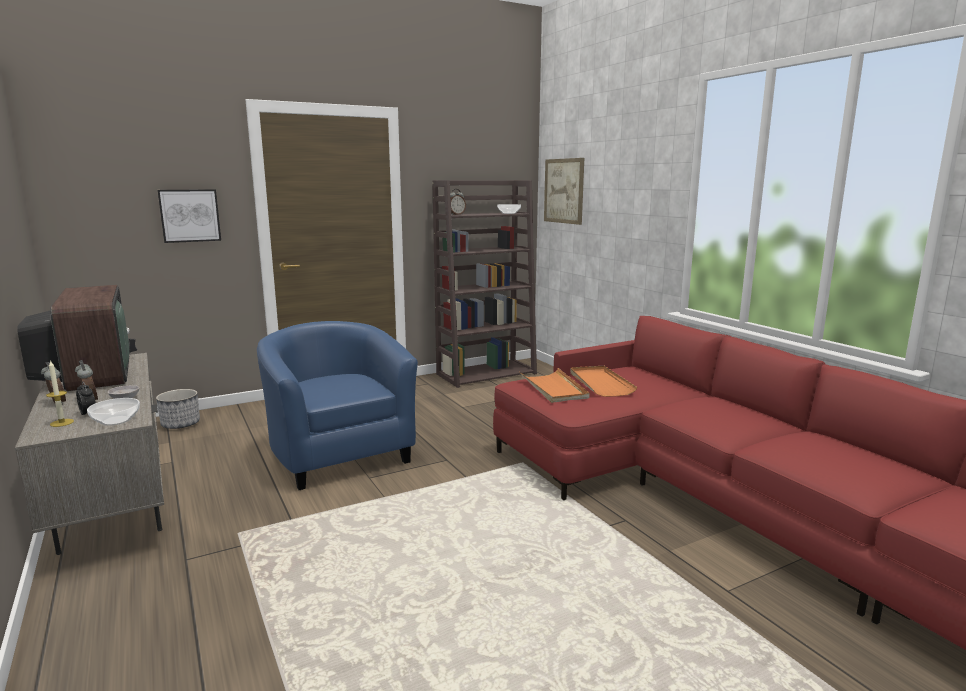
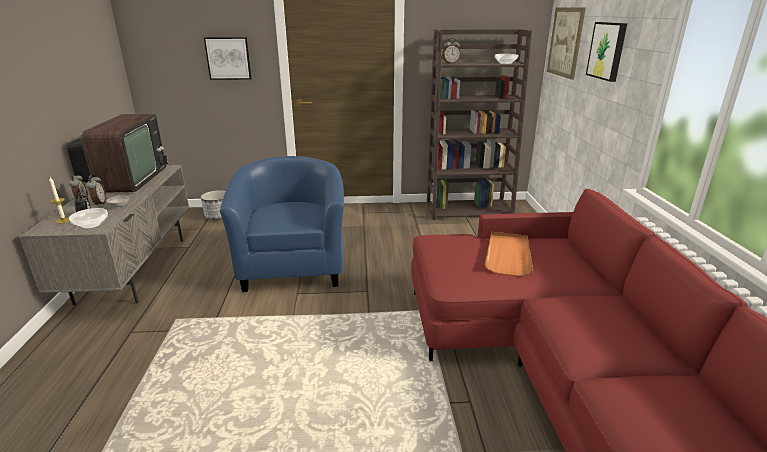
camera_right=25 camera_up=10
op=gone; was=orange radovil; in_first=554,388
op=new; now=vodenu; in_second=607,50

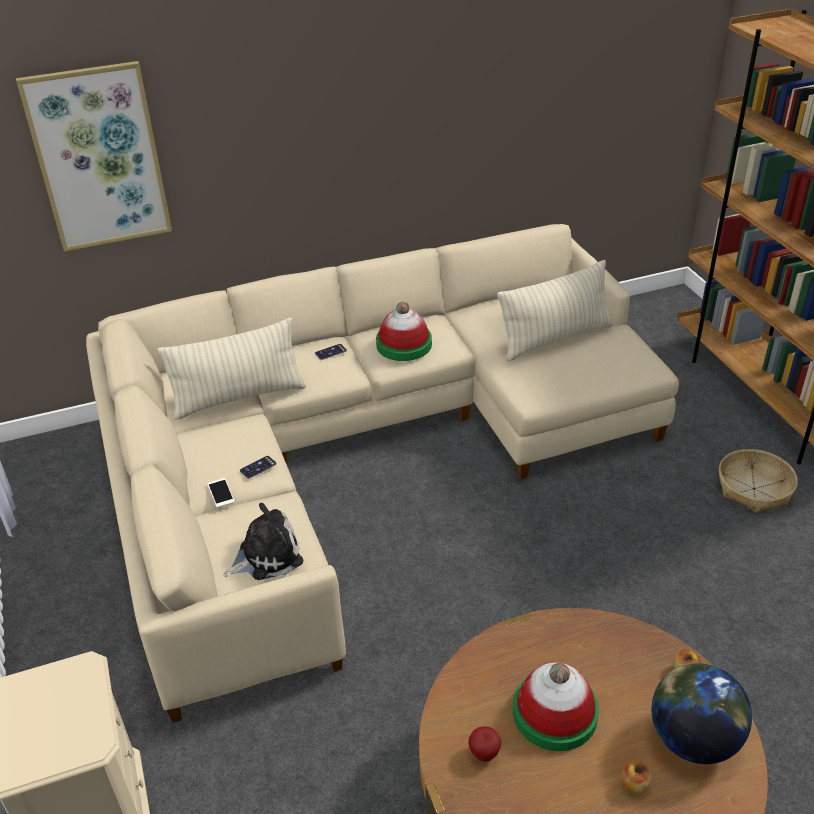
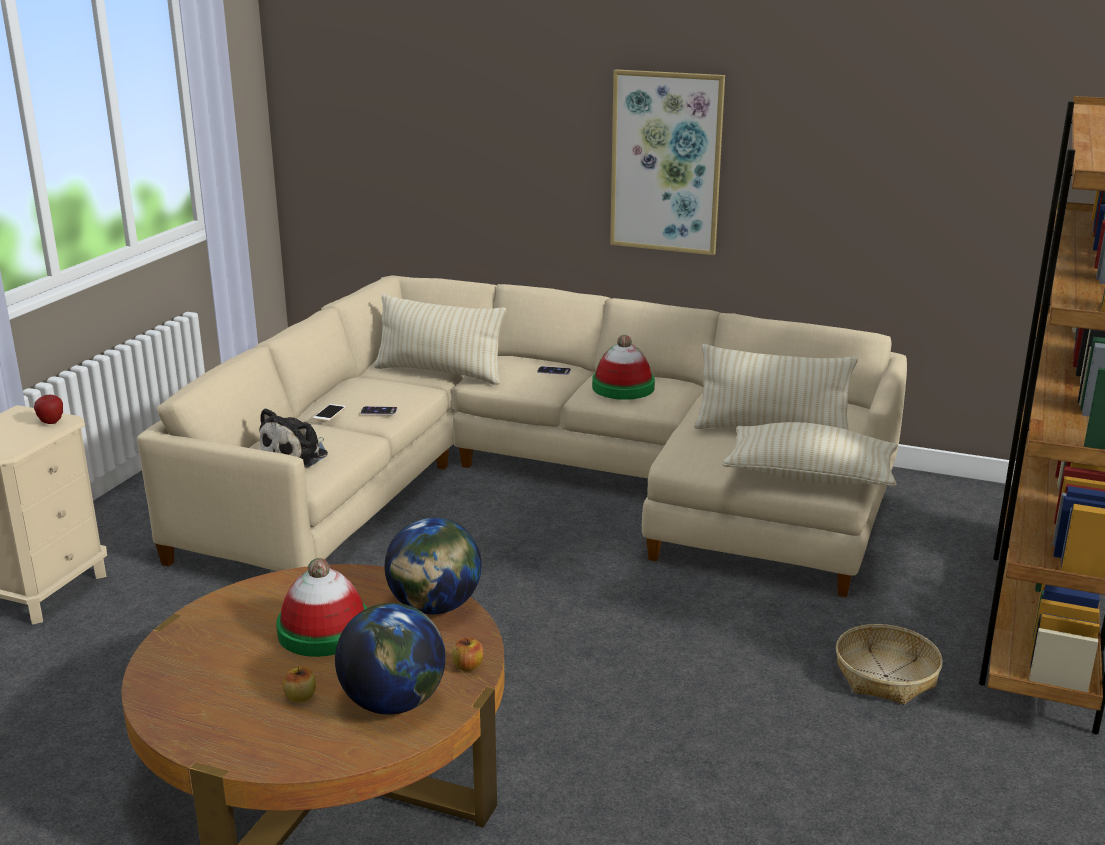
camera_right=40 camera_up=-15
op=shifted; was=vodenu; in_first=99,158; in_second=666,162
op=rotated; was=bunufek; in_first=266,555; in_second=297,455; clockwise=105
op=shifted; was=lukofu; in_first=484,754; in_second=51,422
op=new; now=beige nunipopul; in_second=809,477
op=new; now=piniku; in_second=435,607

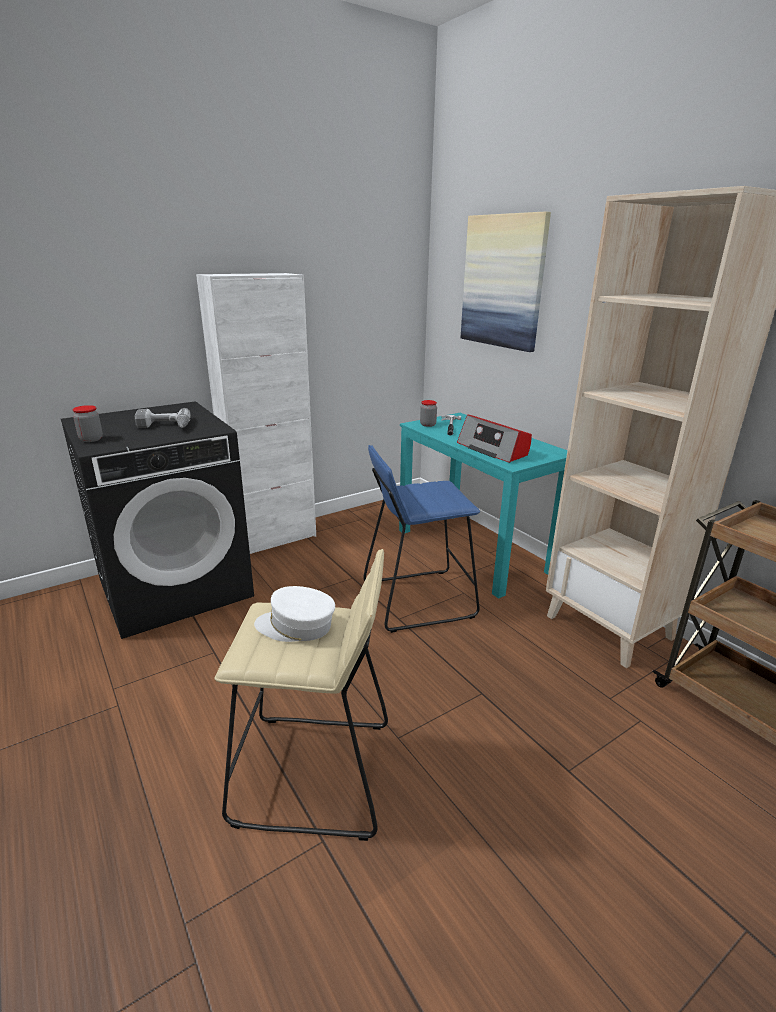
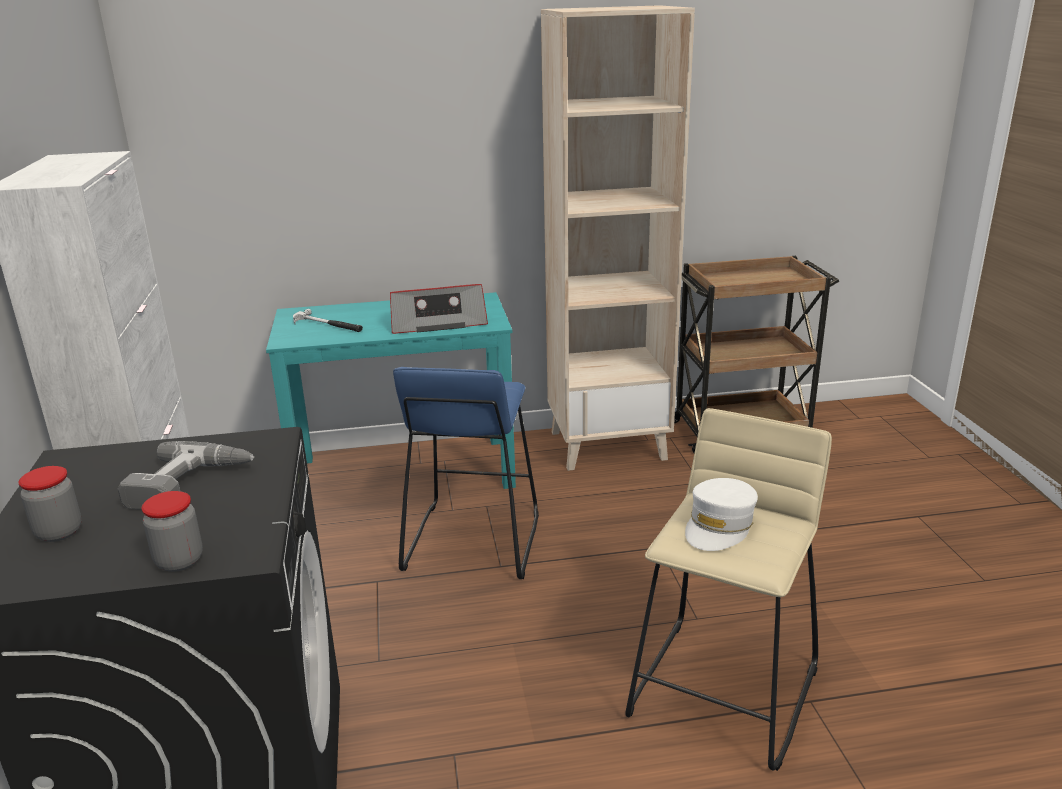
camera_right=-65 camera_up=0
op=gone; was=vodenu; in_first=503,282
op=shifted; was=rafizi; in_first=428,425; in_second=59,532

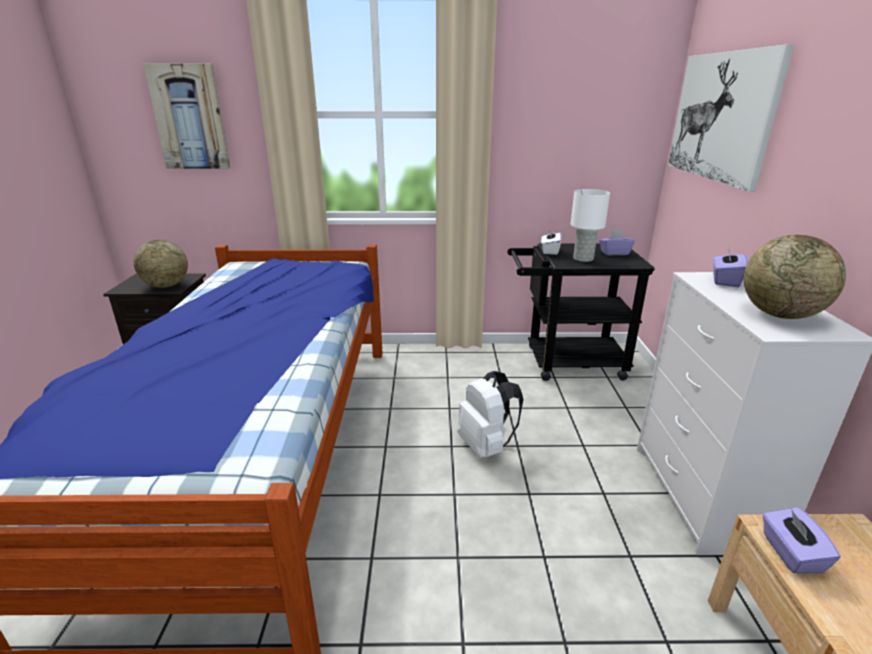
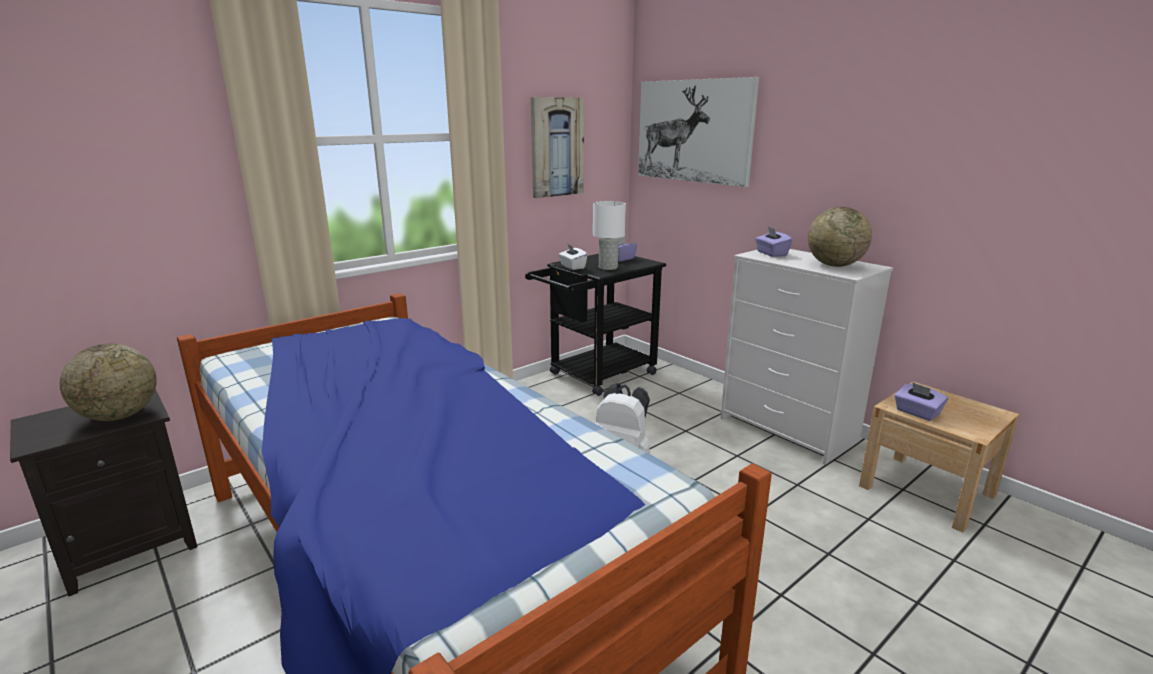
camera_right=-40 camera_up=-5
op=shifted; was=vodenu; in_first=190,118; in_second=556,147

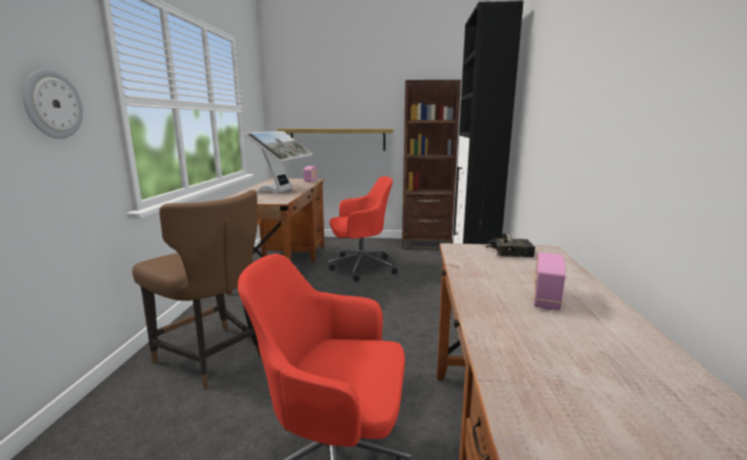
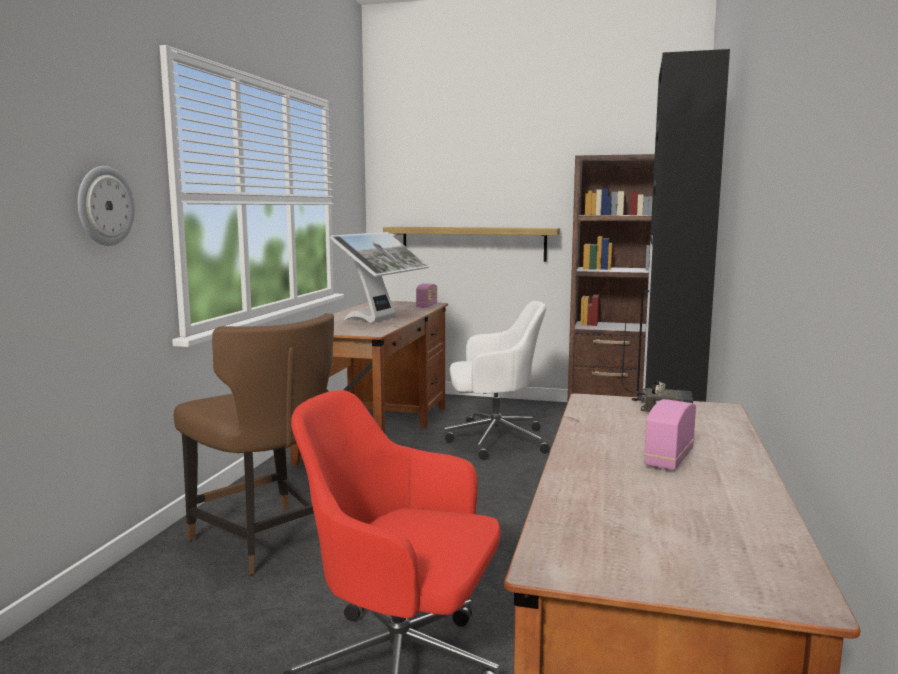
camera_right=10 camera_up=-5
op=repainted; was=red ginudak; now=white ginudak; in_first=360,267; in_second=494,440

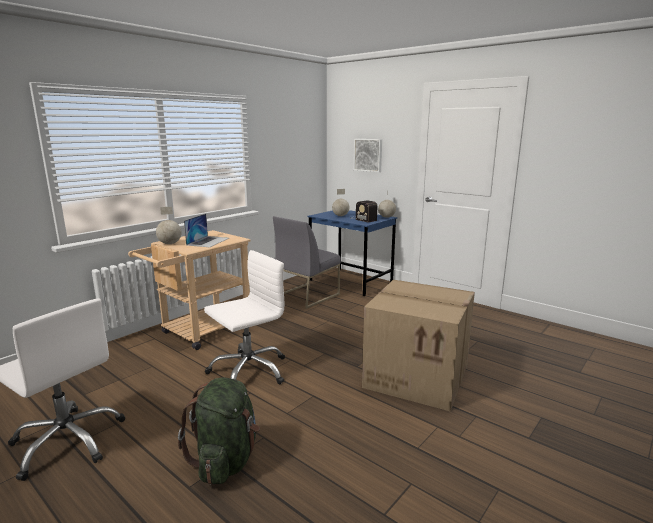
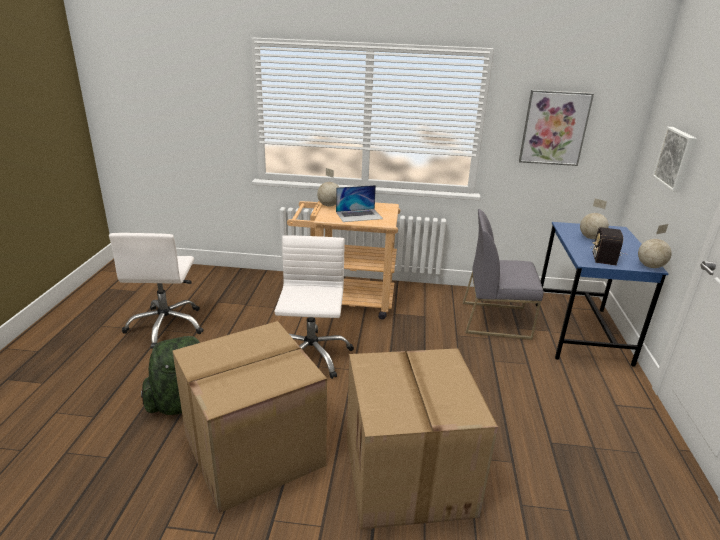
camera_right=55 camera_up=10
op=rotated; was=white ginudak; in_first=248,371; in_second=310,355; clockwise=-105
op=new; now=vodenu; in_second=554,128
op=new; now=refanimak; in_second=253,452

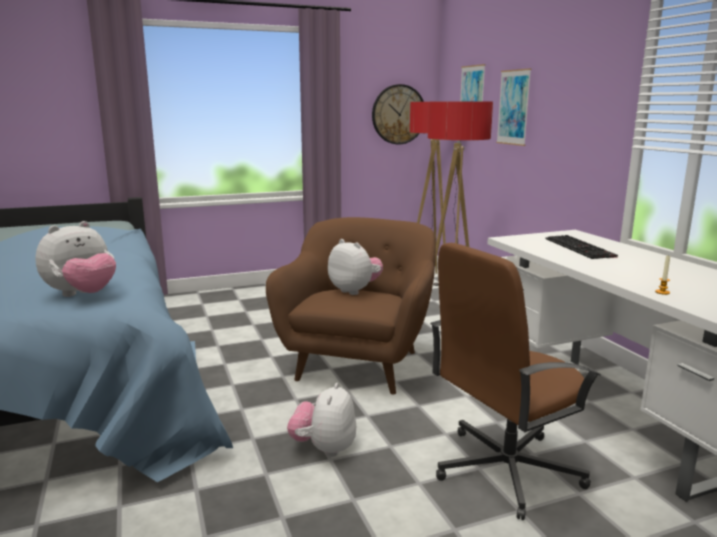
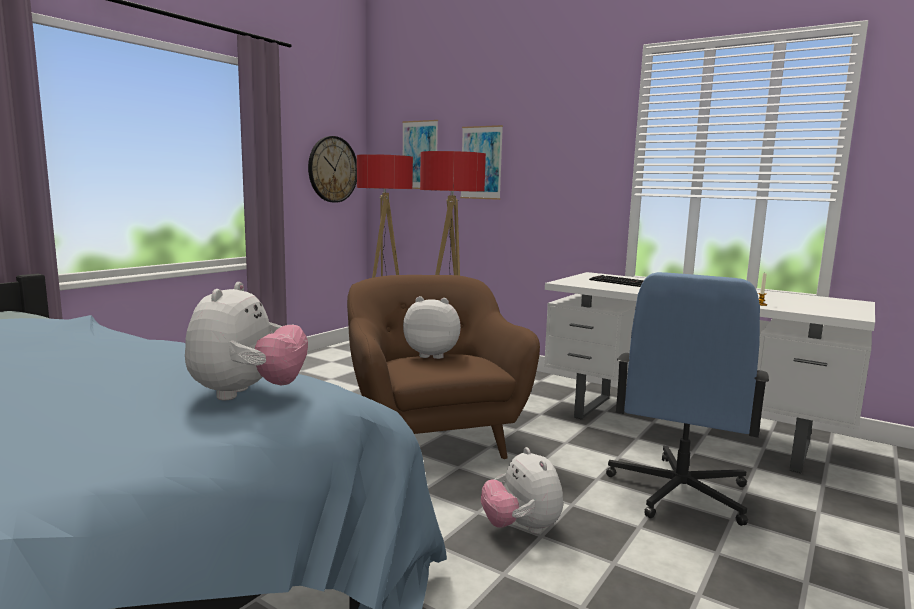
camera_right=-35 camera_up=-5
op=repainted; was=brown ginudak; now=blue ginudak; in_first=505,469; in_second=678,492

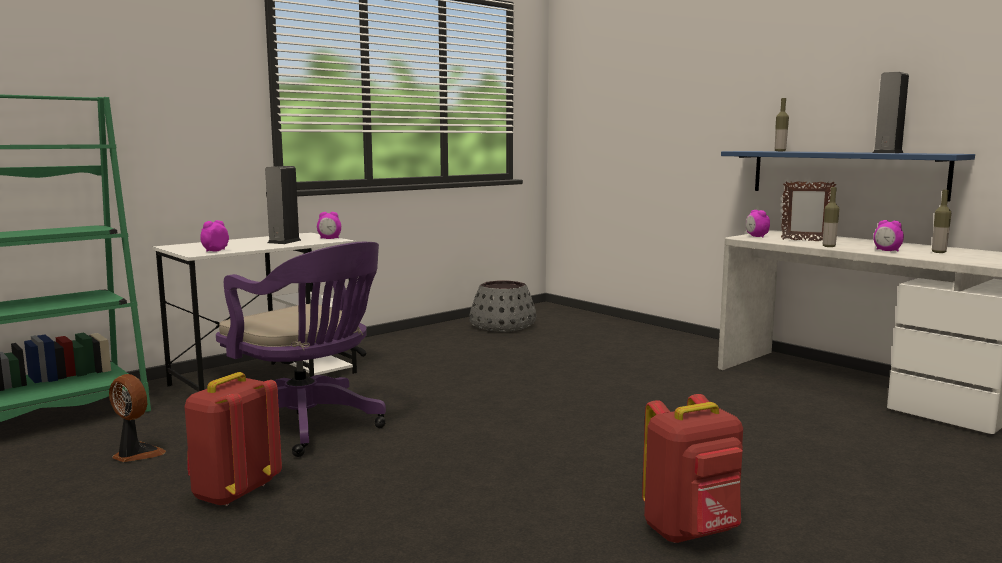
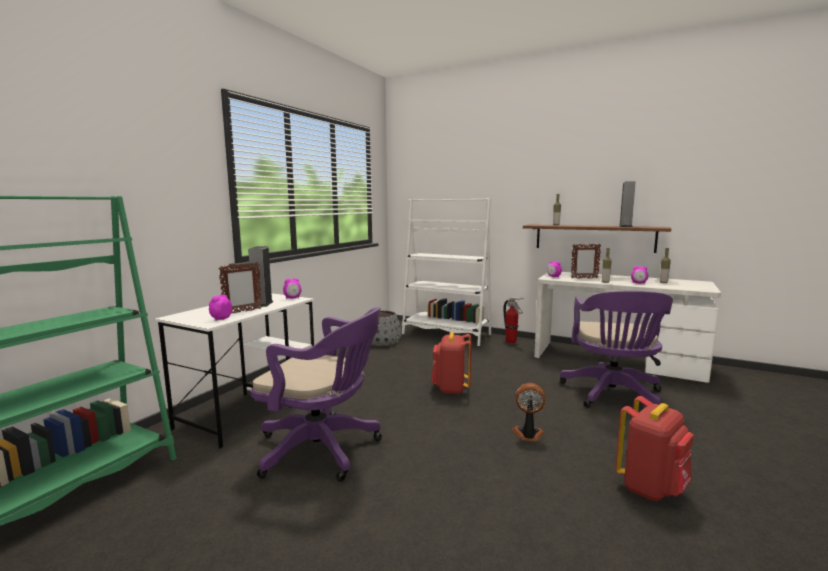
camera_right=-20 camera_up=0
op=repainted; was=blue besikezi; now=brown besikezi; in_first=845,174; in_second=593,238
op=shifted; was=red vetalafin; in_first=233,493; in_second=451,389
op=shifted; was=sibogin; in_first=136,454; in_second=528,435
op=new; now=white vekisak; in_second=446,334
op=new; now=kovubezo; in_second=243,312
op=new; now=purple ginudak; in_second=613,395
op=new; now=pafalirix; in_second=511,342

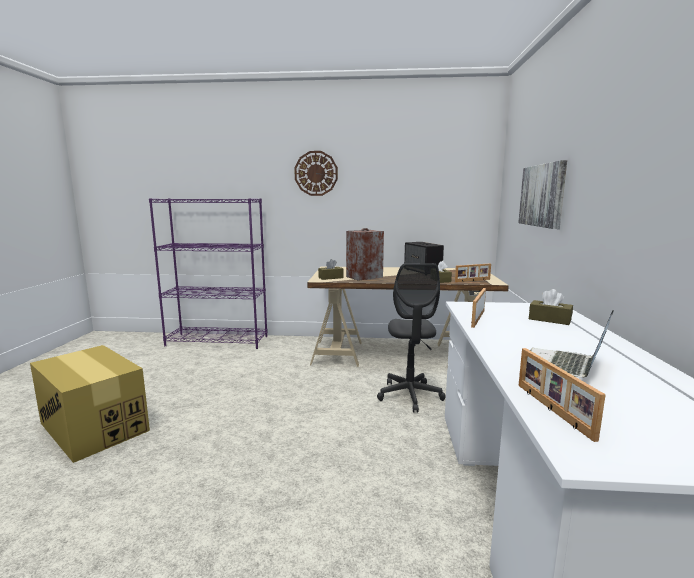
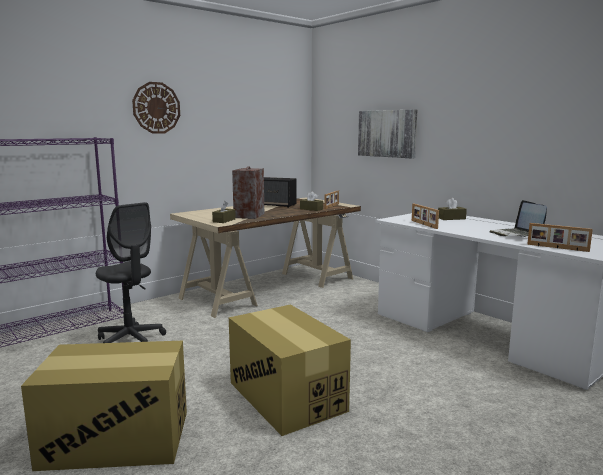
camera_right=-45 camera_up=0
op=shifted; was=grey ginudak; in_first=410,395; in_second=130,341
op=new; now=refanimak; in_second=286,396

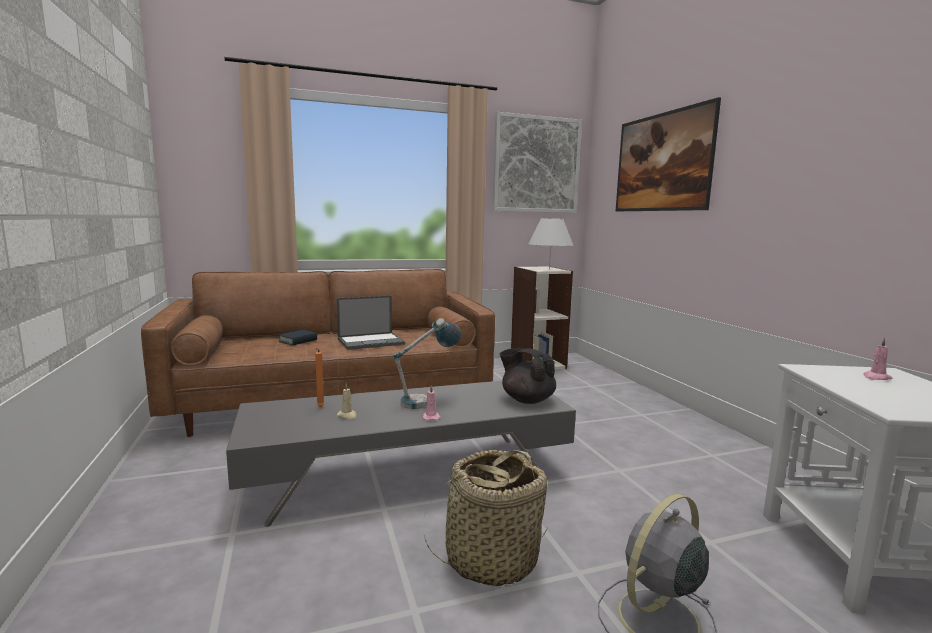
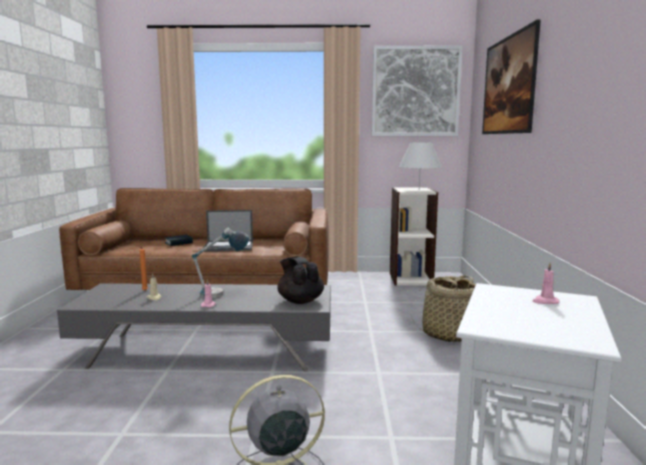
camera_right=20 camera_up=0
op=shifted; was=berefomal; in_first=490,559; in_second=447,334

